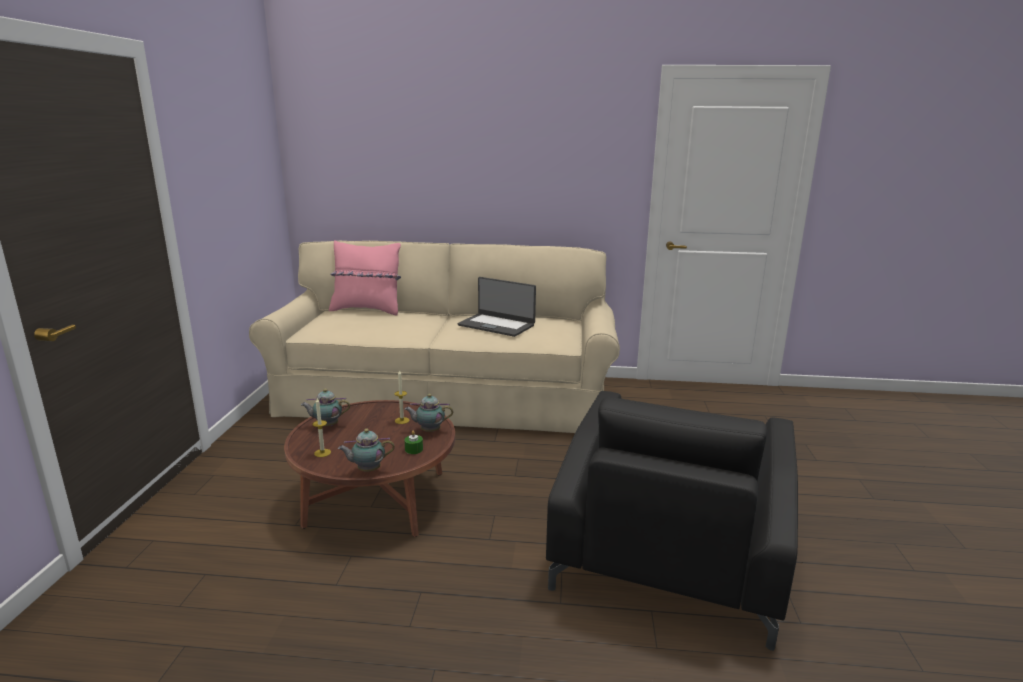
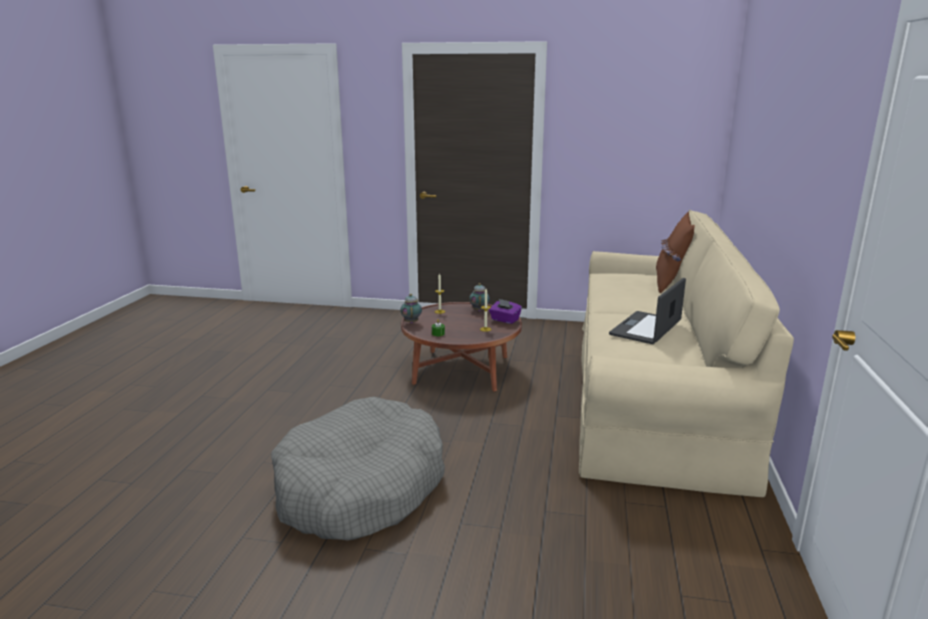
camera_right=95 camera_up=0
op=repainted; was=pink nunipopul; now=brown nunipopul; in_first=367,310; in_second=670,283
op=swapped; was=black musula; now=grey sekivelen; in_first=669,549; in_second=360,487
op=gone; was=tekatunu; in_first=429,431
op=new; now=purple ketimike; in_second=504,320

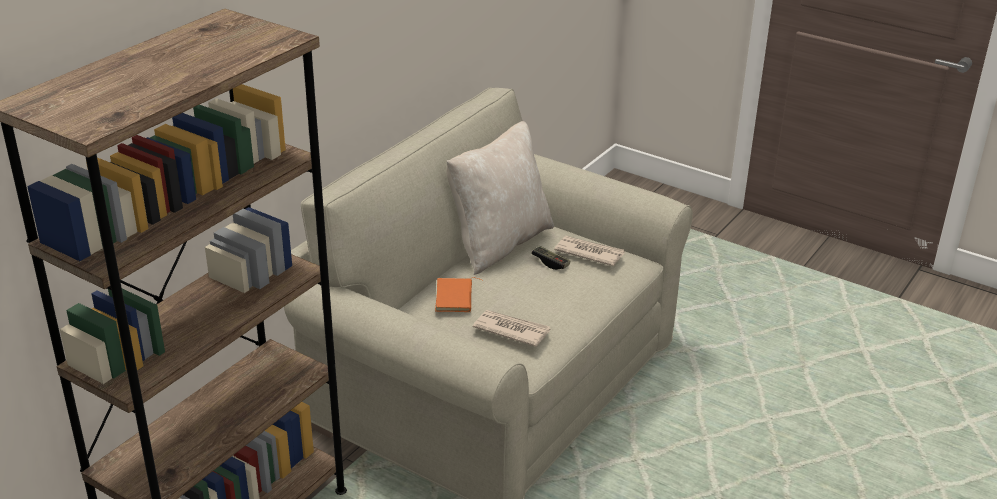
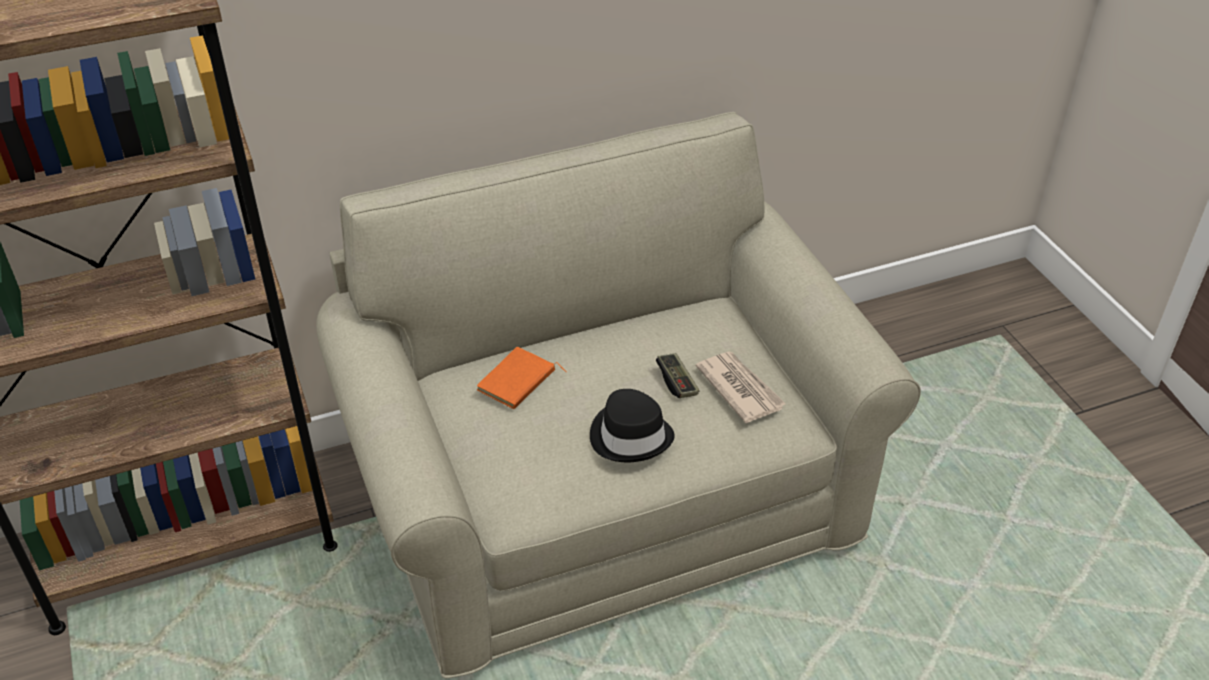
camera_right=35 camera_up=10
op=gone; was=beige nunipopul; in_first=499,243
op=gone; was=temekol; in_first=511,330
op=new; now=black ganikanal; in_second=631,436

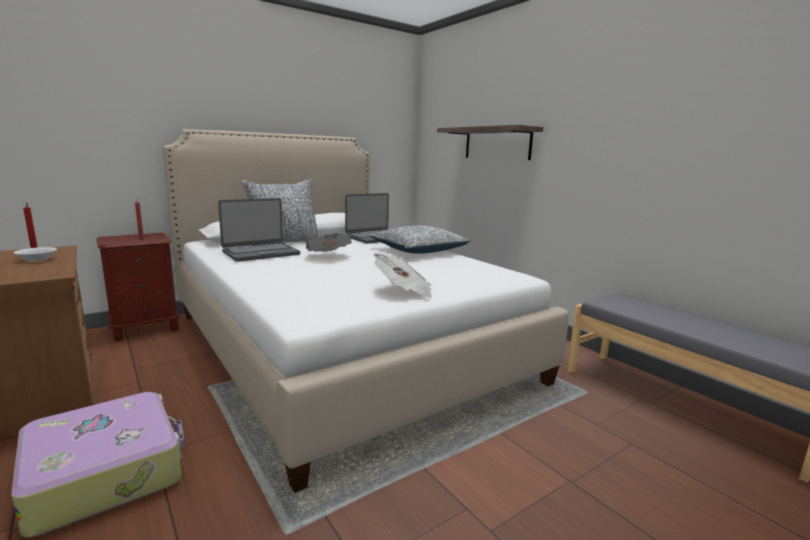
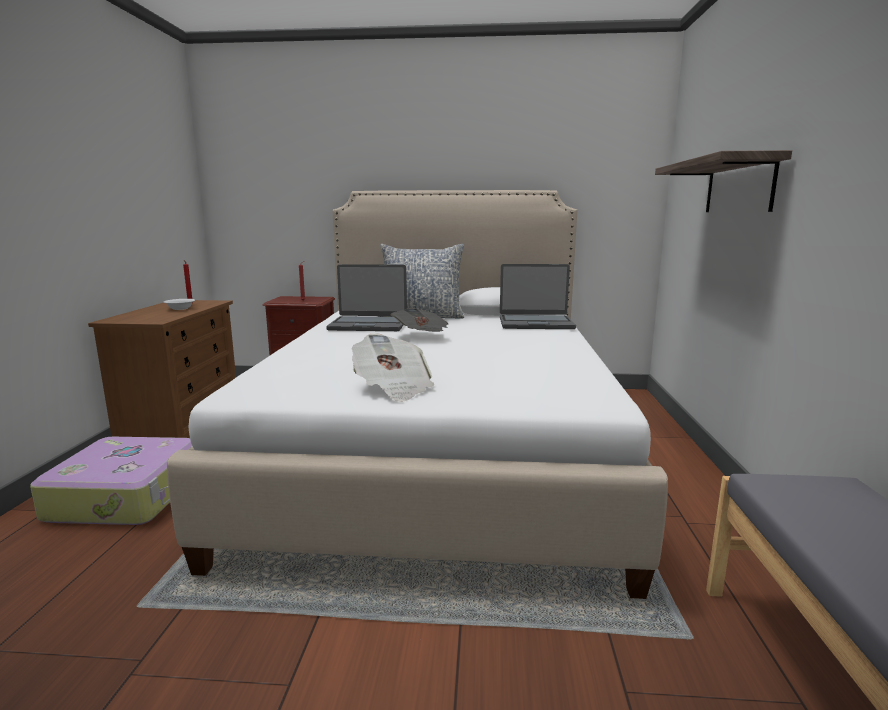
camera_right=40 camera_up=0
op=gone; was=nunipopul; in_first=419,251

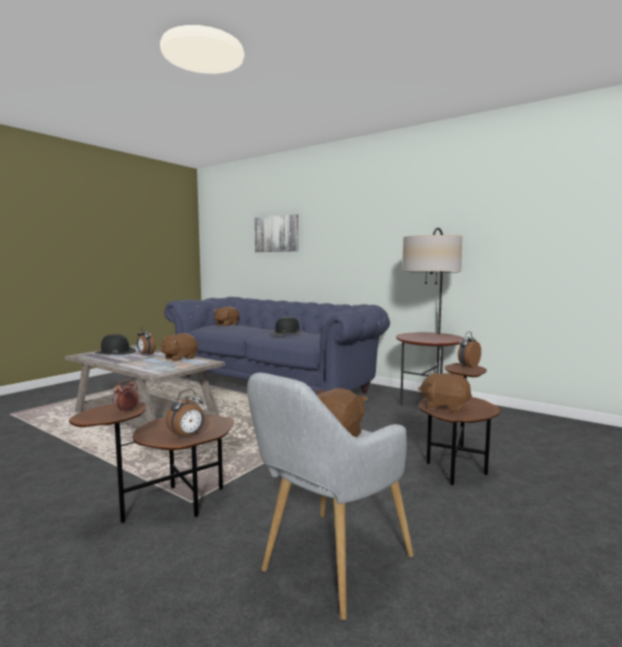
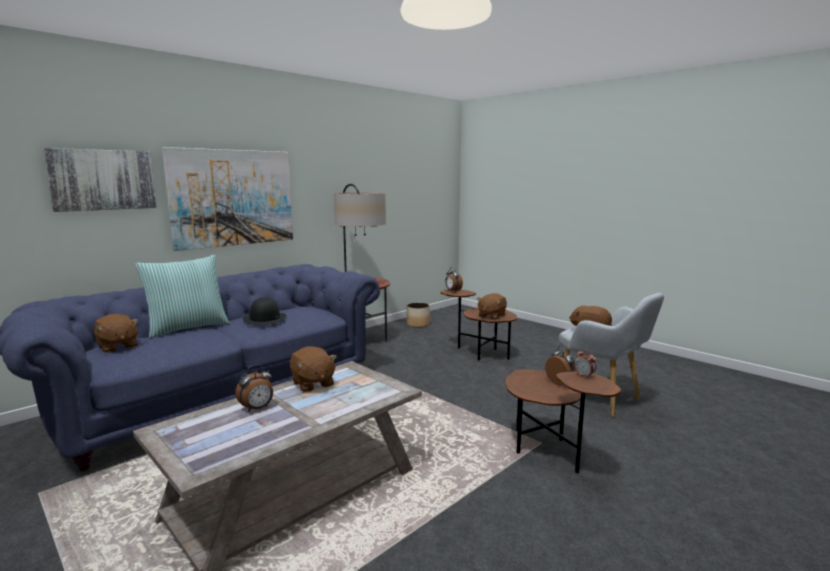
camera_right=-80 camera_up=5
op=gone; was=black ganikanal; in_first=115,352
op=new; now=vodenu; in_second=233,198
op=new; now=nunipopul; in_second=187,328
op=new; now=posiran; in_second=418,324

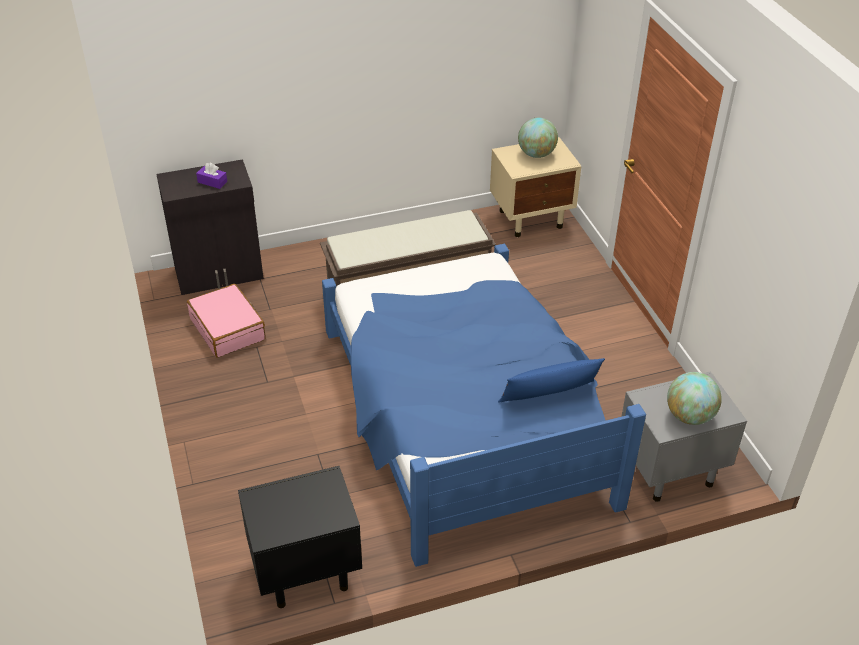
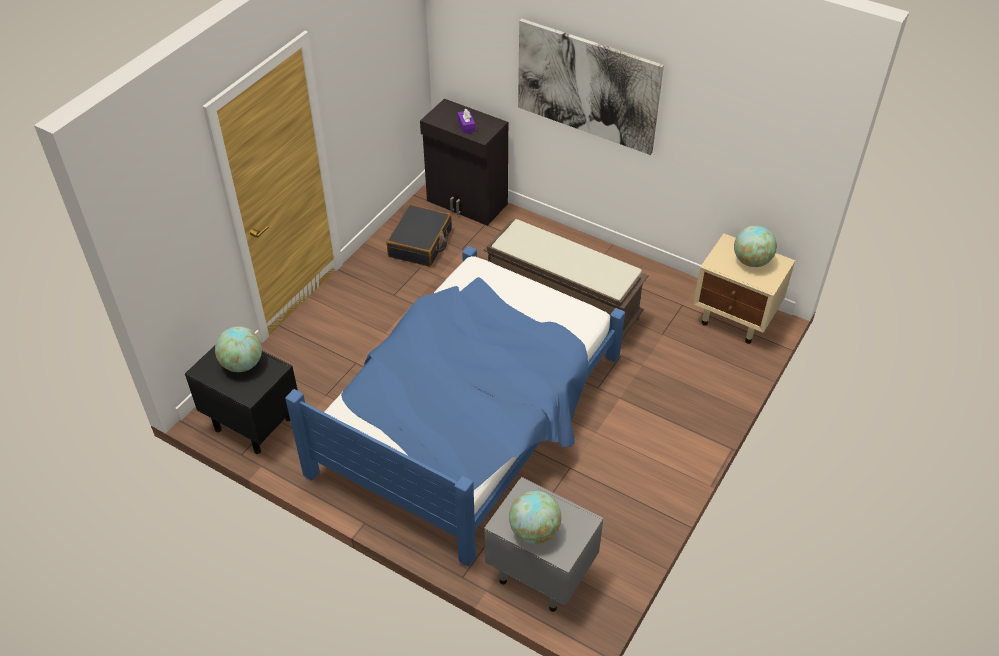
camera_right=50 camera_up=5
op=repainted; was=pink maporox; now=black maporox; in_first=228,329; in_second=420,243
op=gone; was=blue nunipopul; in_first=549,397
op=new; now=vodenu; in_second=587,86
op=new; now=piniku; in_second=242,364

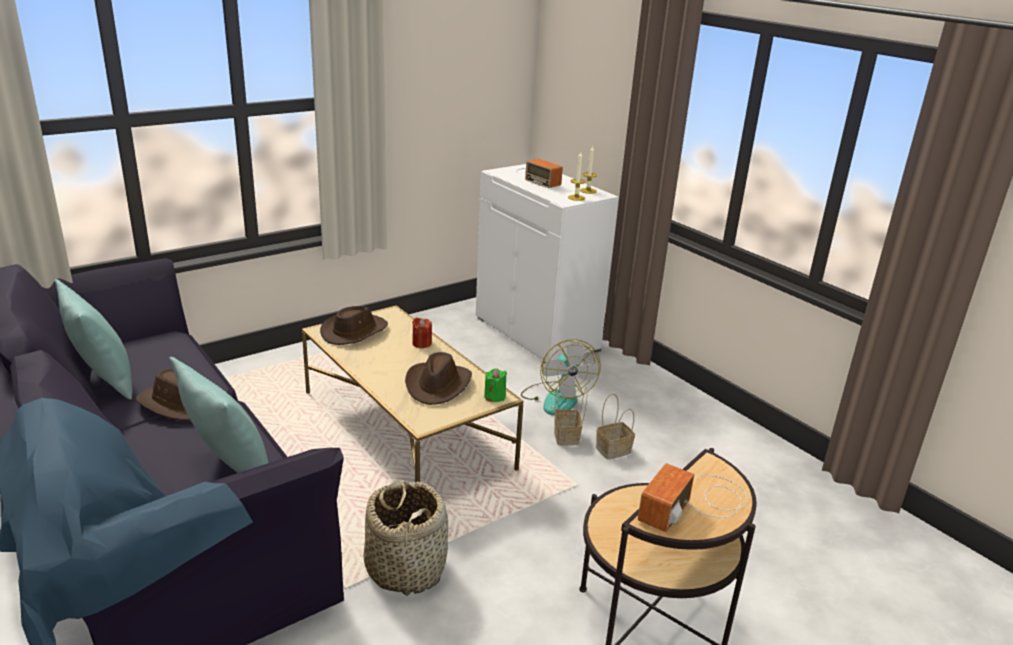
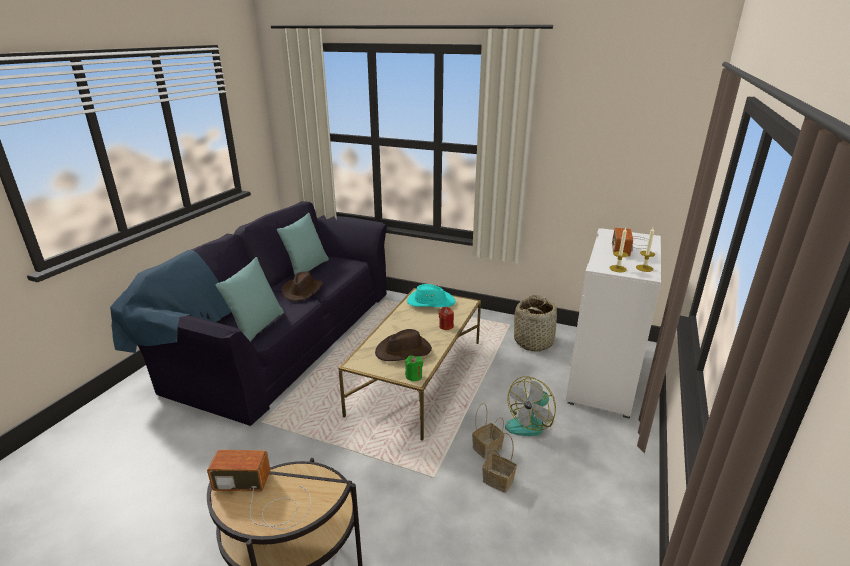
camera_right=60 camera_up=0
op=repainted; was=brown ganikanal; now=turquoise ganikanal; in_first=354,331; in_second=430,302
op=shifted; was=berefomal; in_first=406,568; in_second=533,342

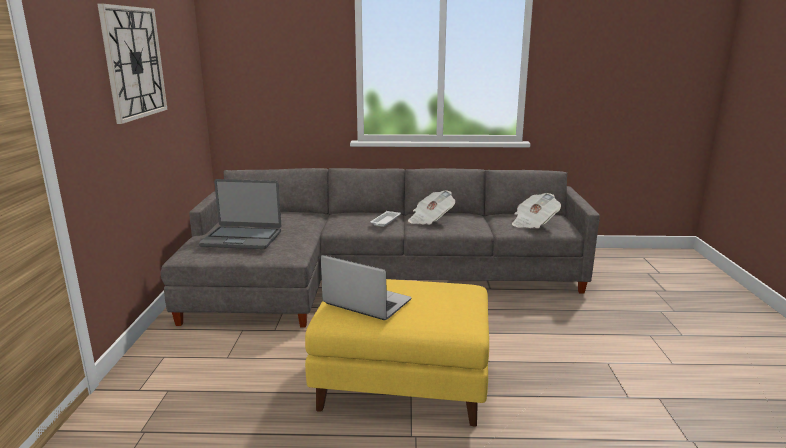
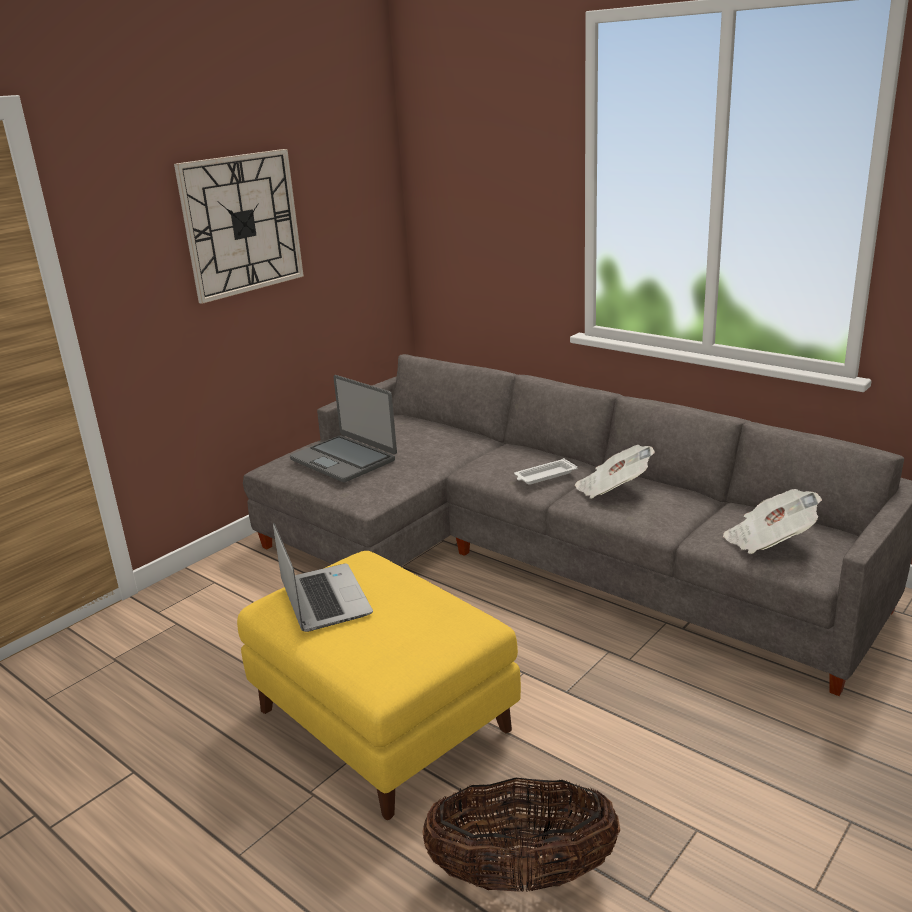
camera_right=40 camera_up=5
op=new; now=berefomal; in_second=522,875

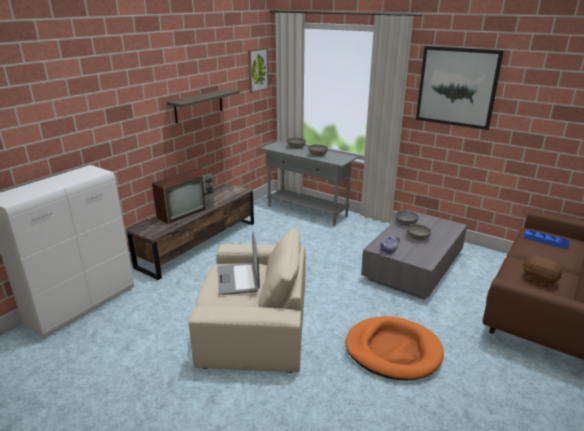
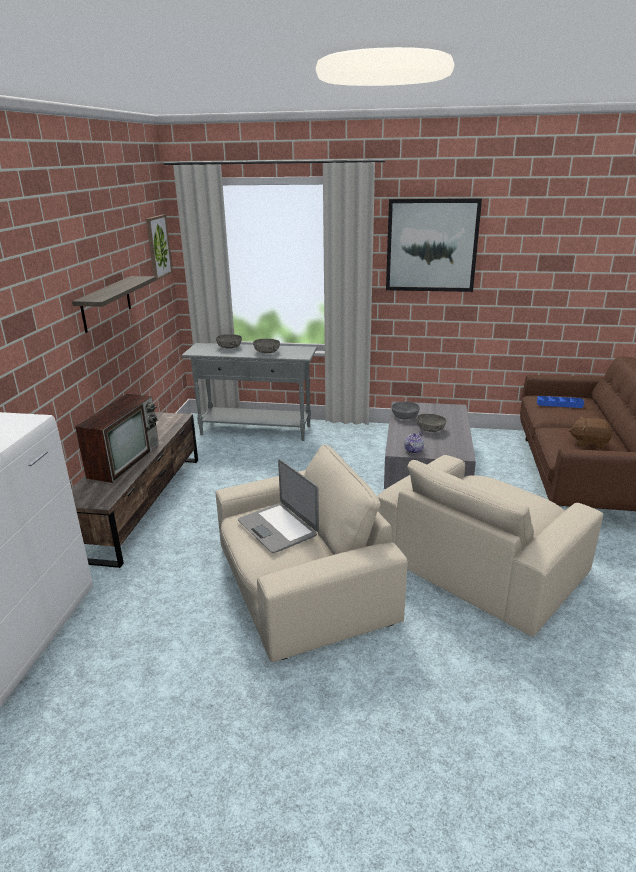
camera_right=-25 camera_up=0
op=swapped; was=orange sekivelen; now=beige musula; in_first=393,350; in_second=478,562

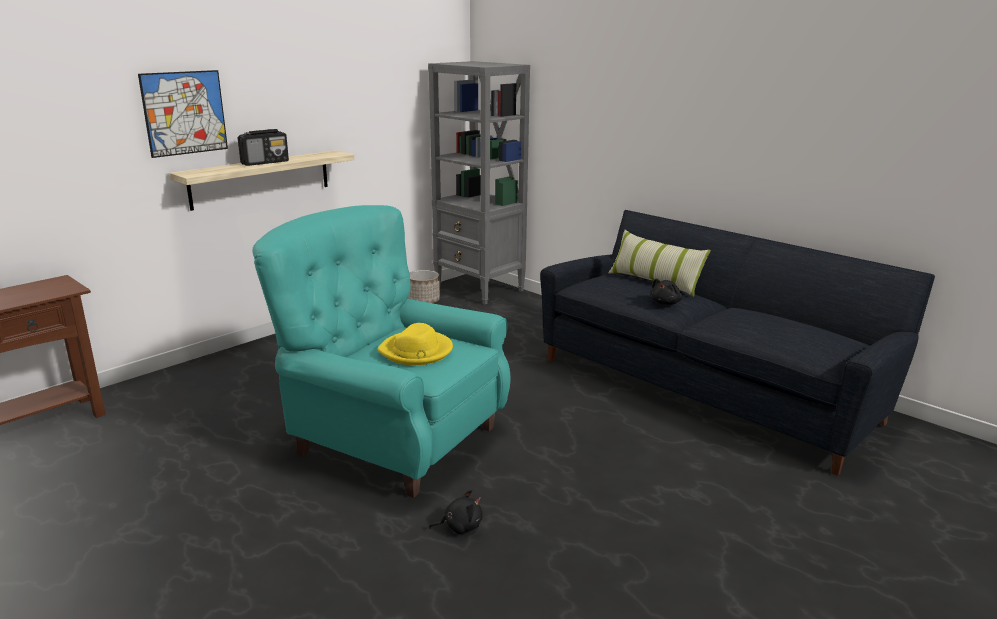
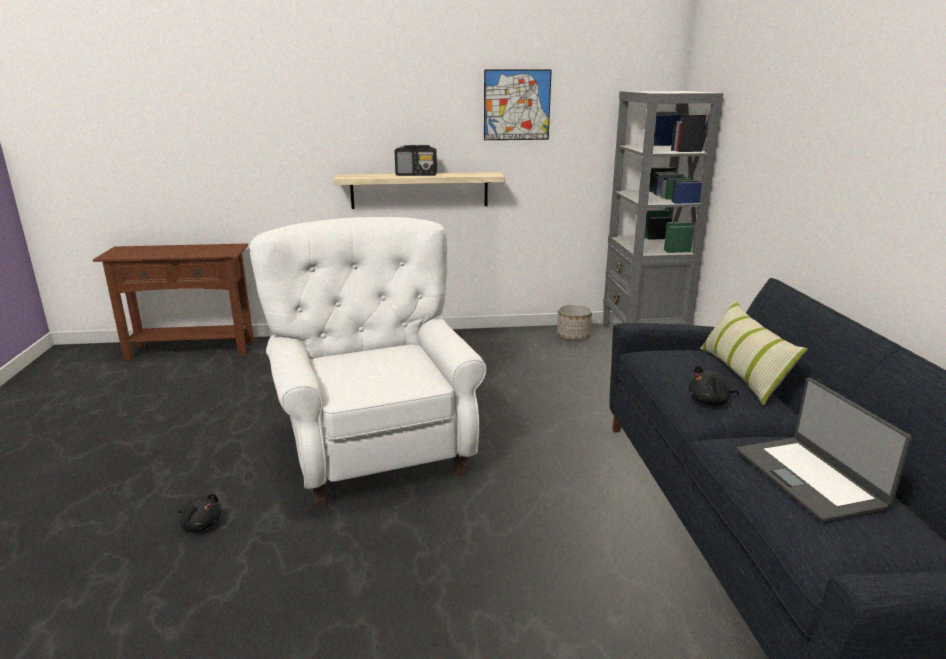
camera_right=40 camera_up=0
op=shifted; was=vodenu; in_first=184,113; in_second=517,105
op=repainted; was=turquoise musula; now=white musula; in_first=391,438; in_second=375,446
op=gone; was=yellow ganikanal; in_first=416,351
op=shifted; was=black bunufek; in_first=460,526; in_second=201,524
op=new; now=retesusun; in_second=810,477

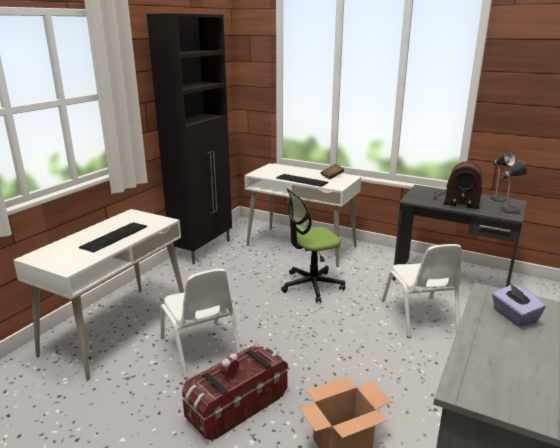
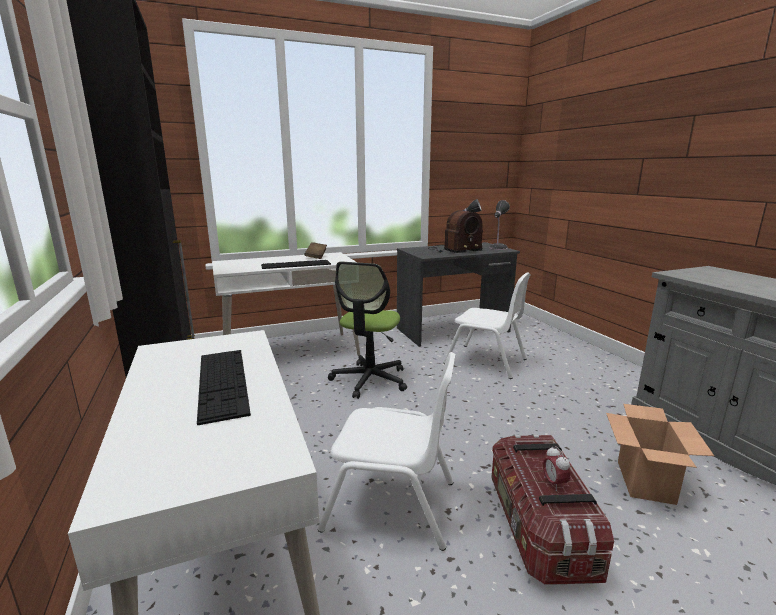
camera_right=-50 camera_up=-5
op=gone; was=purple ketimike; in_first=514,316

